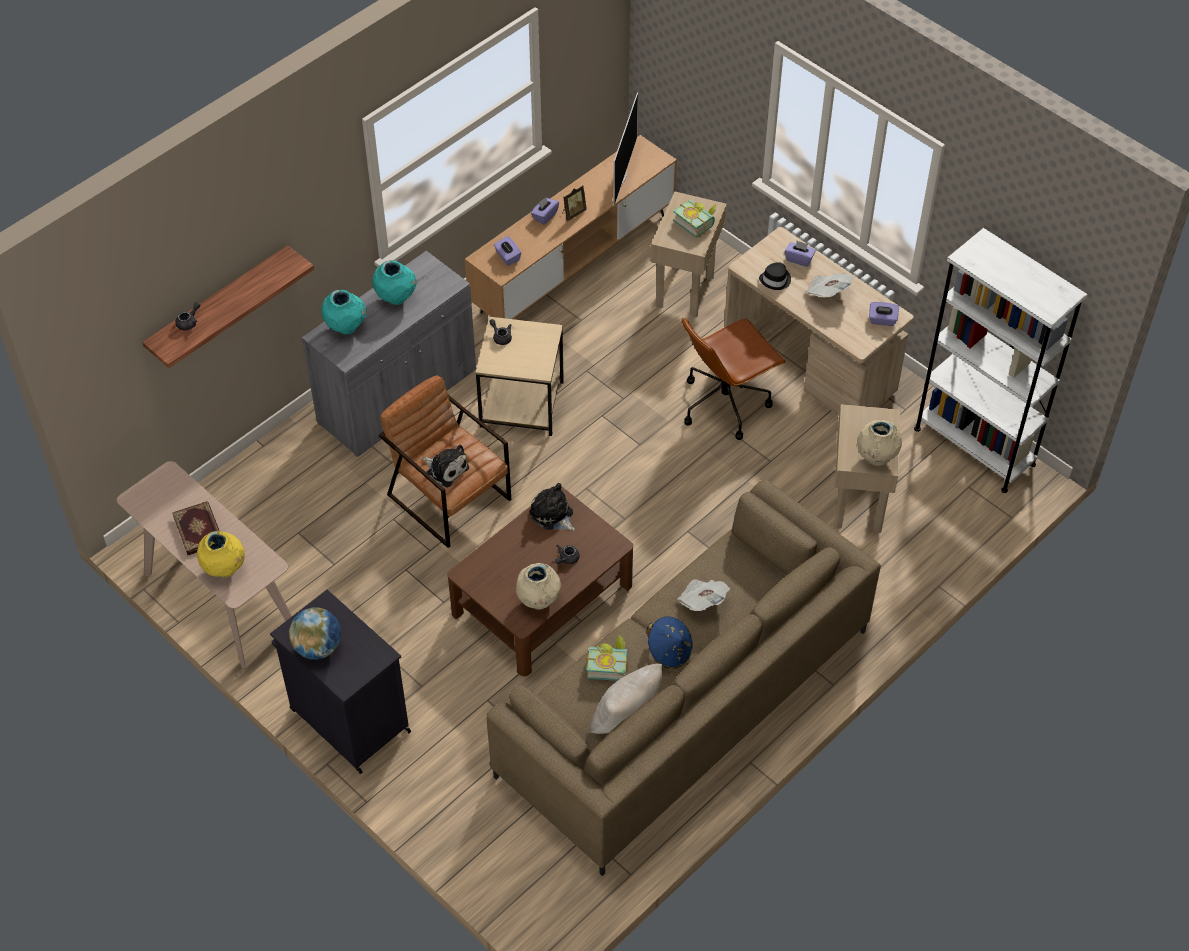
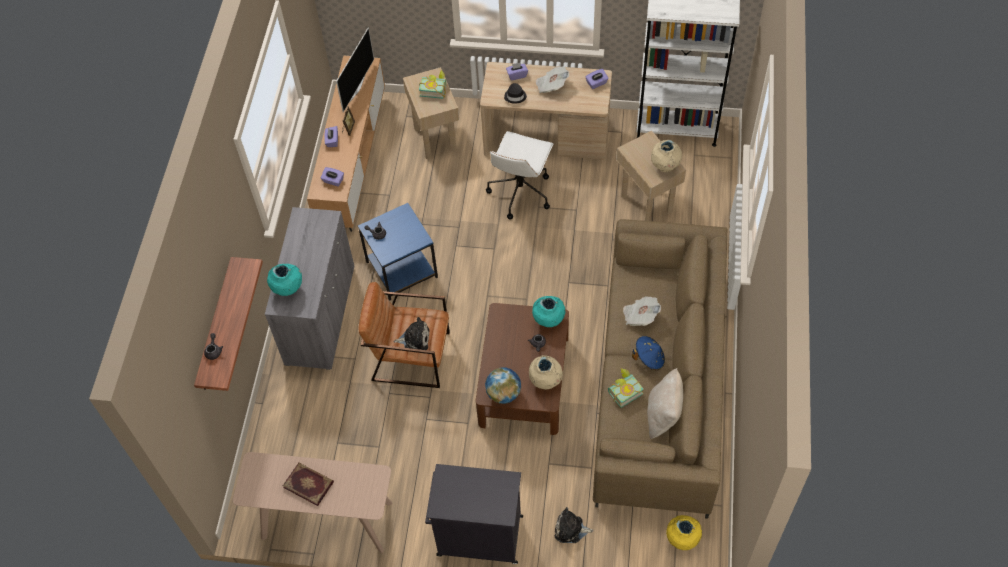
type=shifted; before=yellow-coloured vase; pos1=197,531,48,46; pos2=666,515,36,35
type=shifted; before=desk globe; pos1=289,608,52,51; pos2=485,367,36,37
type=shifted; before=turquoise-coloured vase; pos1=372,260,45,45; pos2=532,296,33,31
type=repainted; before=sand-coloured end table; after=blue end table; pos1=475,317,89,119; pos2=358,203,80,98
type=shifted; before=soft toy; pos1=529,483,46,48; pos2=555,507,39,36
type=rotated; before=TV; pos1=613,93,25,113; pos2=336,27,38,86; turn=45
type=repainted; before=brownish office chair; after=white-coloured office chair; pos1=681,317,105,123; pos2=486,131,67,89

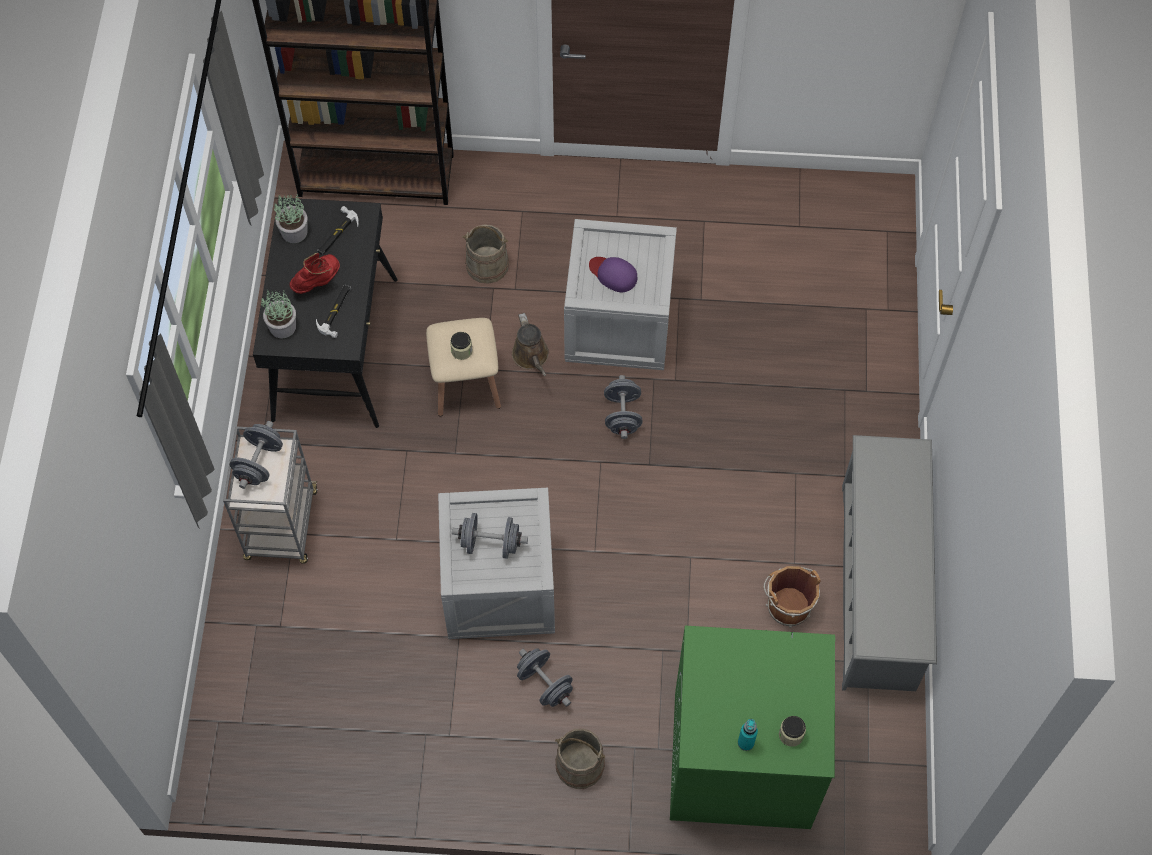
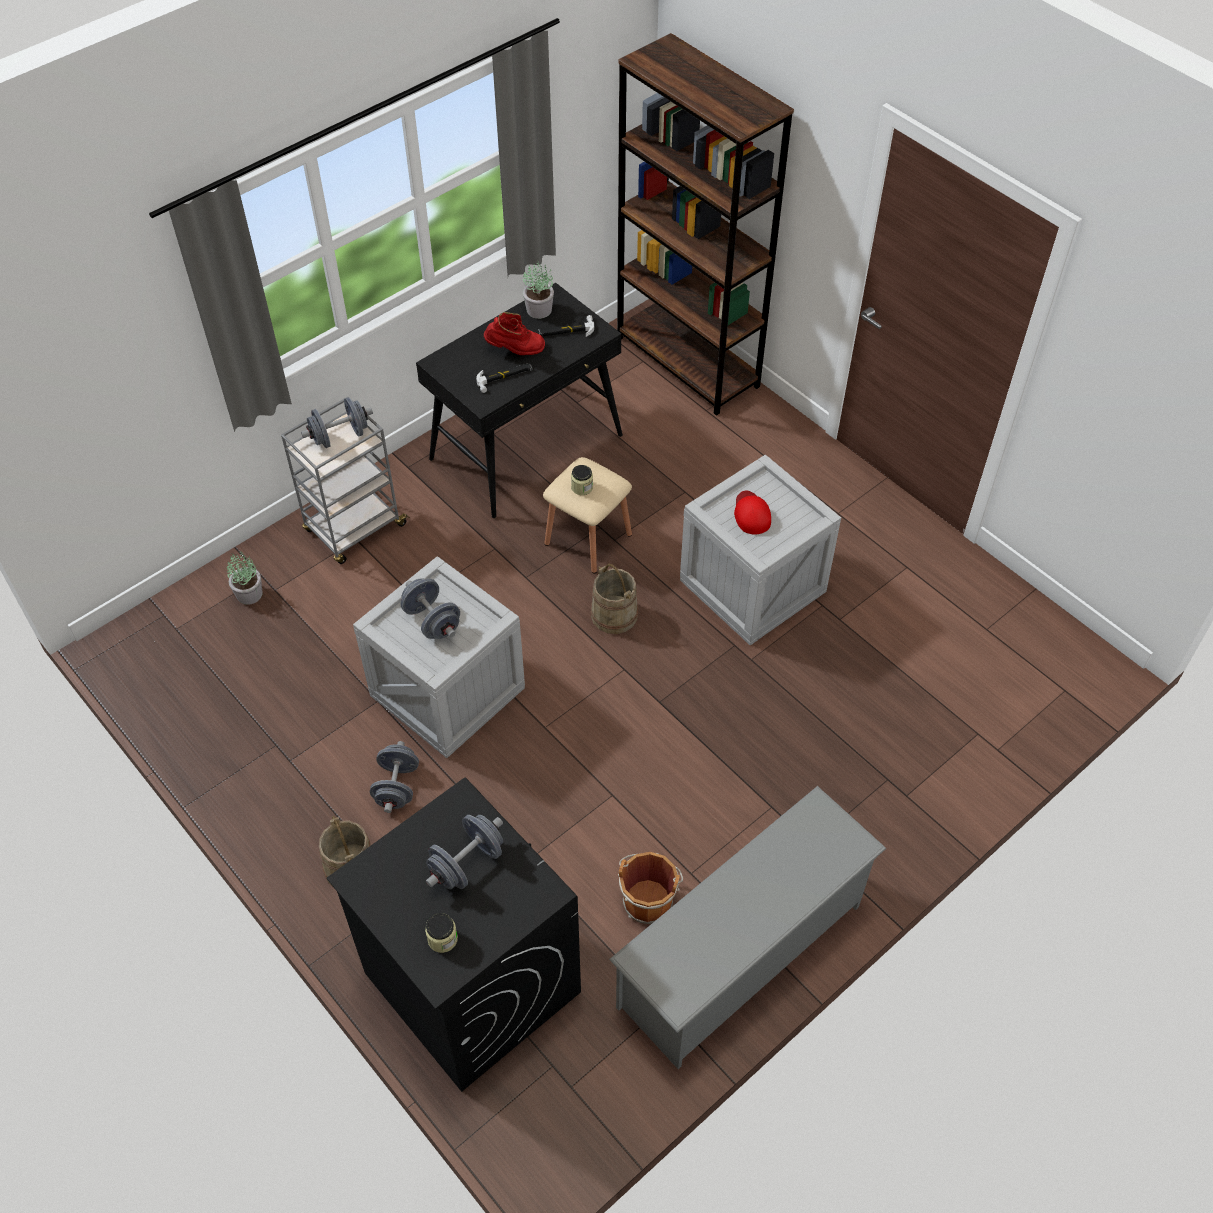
type=shifted; before=houseplant; pos1=261,290,35,48; pos2=227,552,36,53
type=shifted; before=sand-coloured bucket; pos1=462,224,47,60; pos2=591,564,47,70
type=gone; before=brownish watering pot; pos1=512,313,37,63
type=repainted; before=purplish cap; after=reddish cap; pos1=589,257,48,35; pos2=734,491,37,43
type=shifted; before=greyish dumbbell; pos1=604,375,38,64; pos2=426,815,77,74
type=repainted; before=green laundry machine; after=black laundry machine; pos1=670,626,165,203; pos2=327,777,254,315
type=gone; before=turquoise-coloured drink bottle; pos1=738,719,20,32

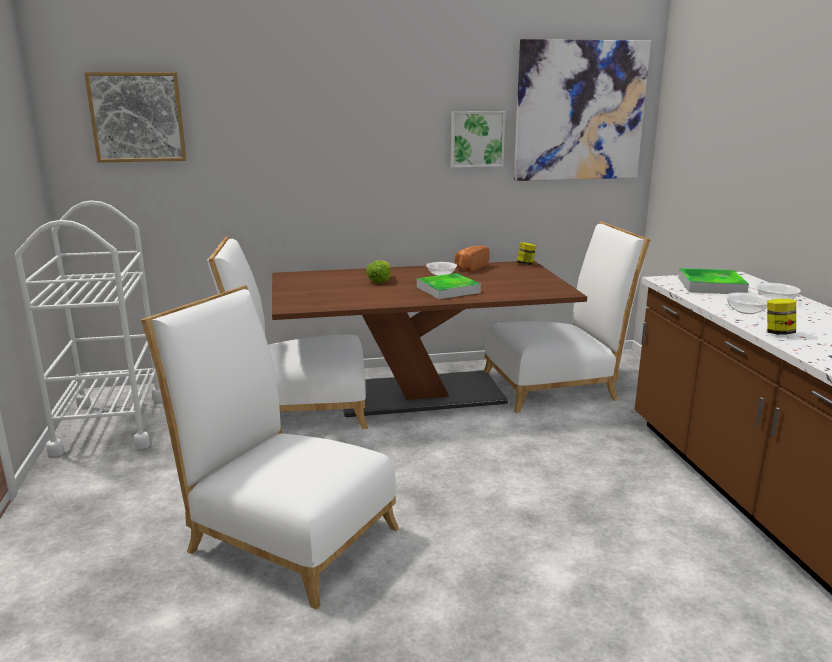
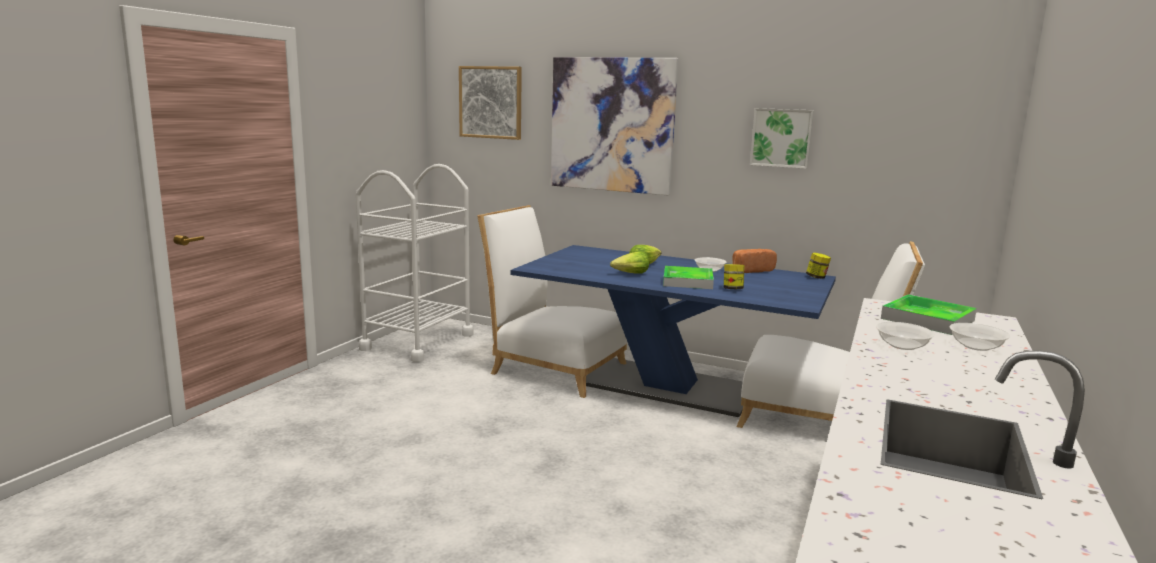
type=gone; before=white-coloured chair; pos1=141,285,258,325
type=repainted; before=brownish dining table; after=blue dining table; pos1=272,260,315,157; pos2=510,245,326,172
type=shifted; before=picture; pos1=514,39,137,142; pos2=551,57,127,138
type=shifted; before=jar; pos1=767,299,29,36; pos2=724,264,21,25
type=new; after=lettuce head; pos2=610,251,39,23

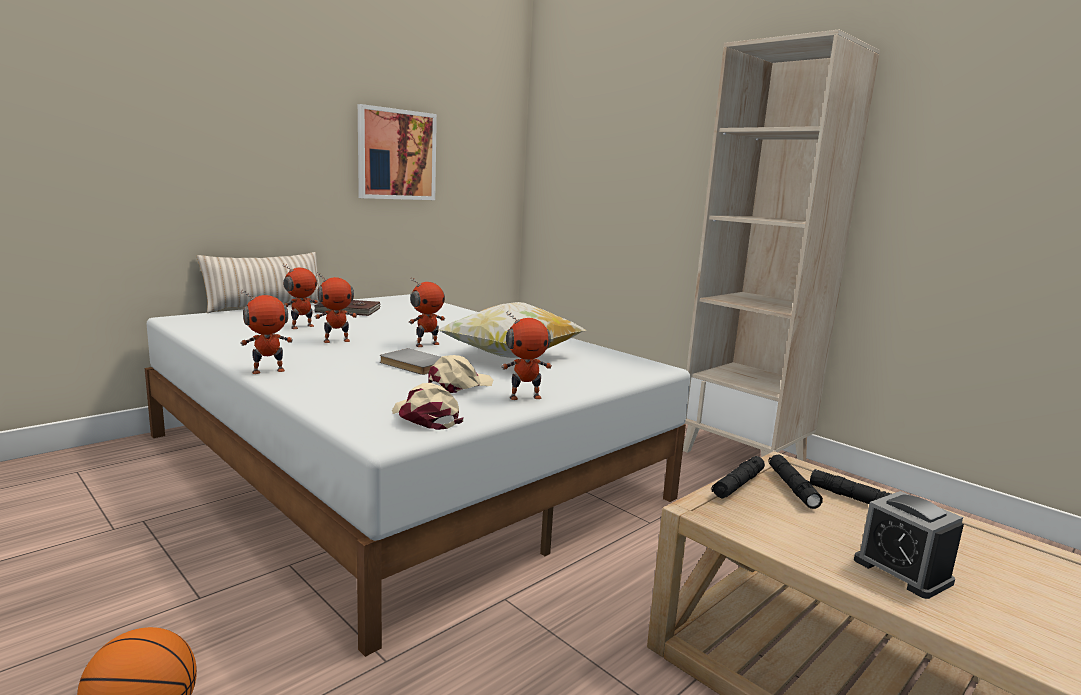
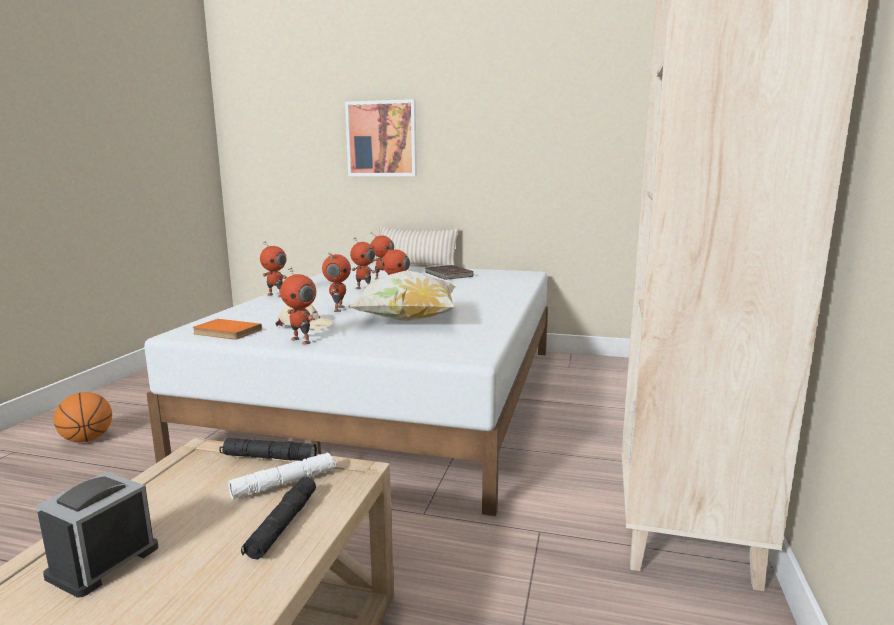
type=shifted; before=picture; pos1=358,104,79,96; pos2=345,99,72,77
type=swapped; before=greyish bound book; after=model robot; pos1=380,348,61,27; pos2=322,252,29,60
type=swapped; before=sand-coloured cap; after=orange bound book; pos1=392,383,72,47; pos2=192,319,70,21
type=repainted; before=black hand torch; after=white-coloured hand torch; pos1=768,455,55,54; pos2=228,452,109,47

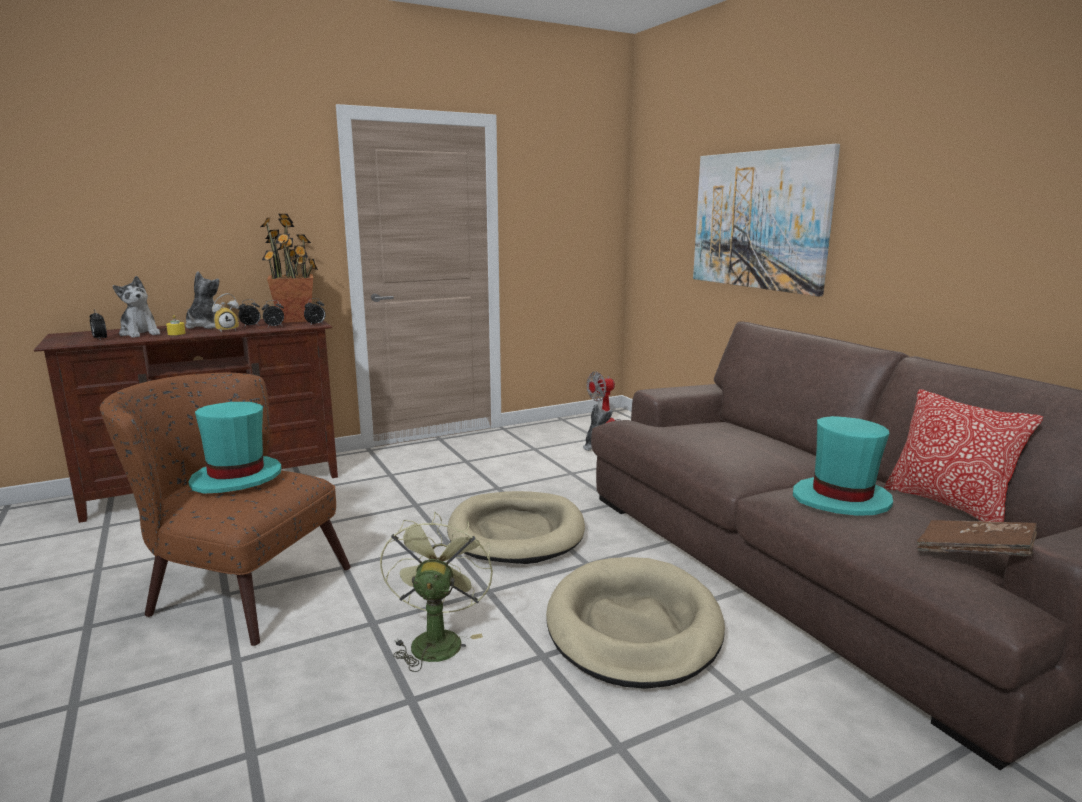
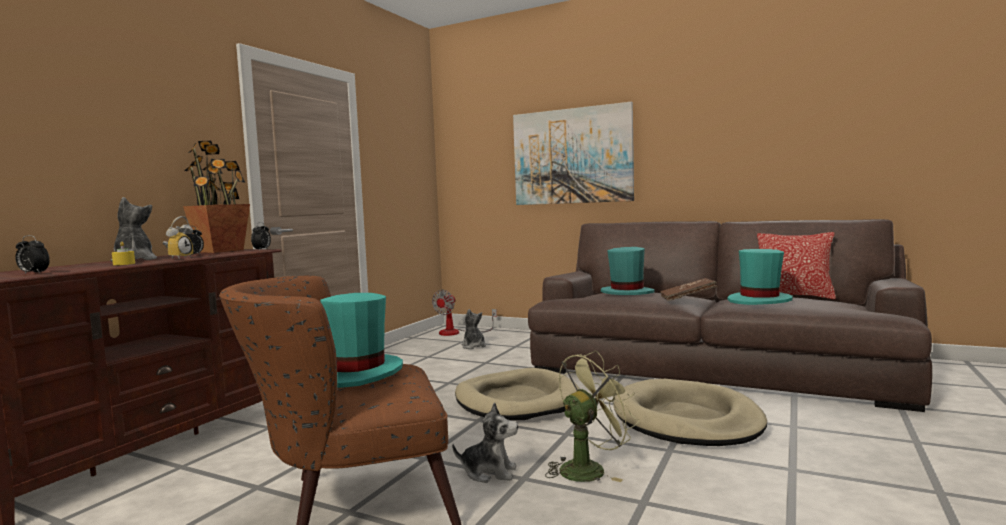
type=shifted; before=soft toy; pos1=113,276,47,62; pos2=452,402,66,81
type=gone; before=bedside clock; pos1=262,300,22,27
type=rotated; before=green fan; pos1=380,512,113,160; pos2=545,351,94,131; turn=90
type=shifted; before=brownish bound book; pos1=917,520,120,36; pos2=660,278,57,23
type=new; after=turquoise-coloured hat; pos2=601,247,54,48

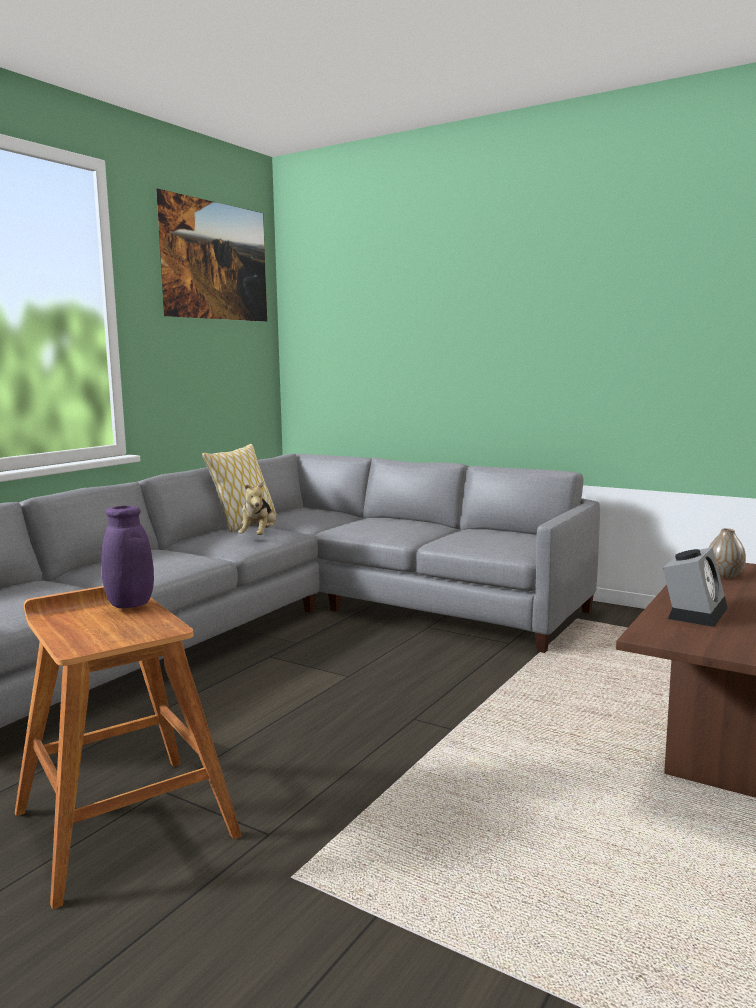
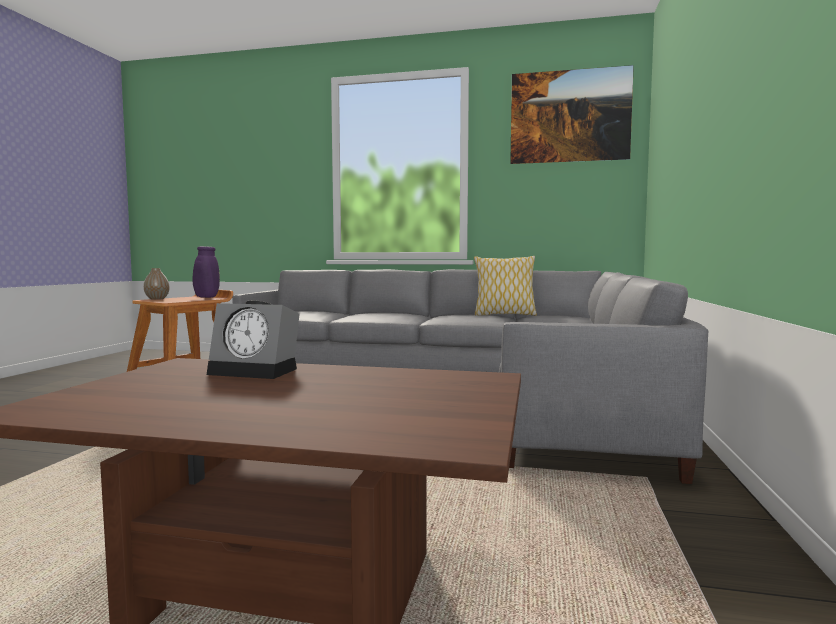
type=gone; before=soft toy; pos1=238,481,38,54
type=shifted; before=vase; pos1=709,528,37,50; pos2=144,268,25,32

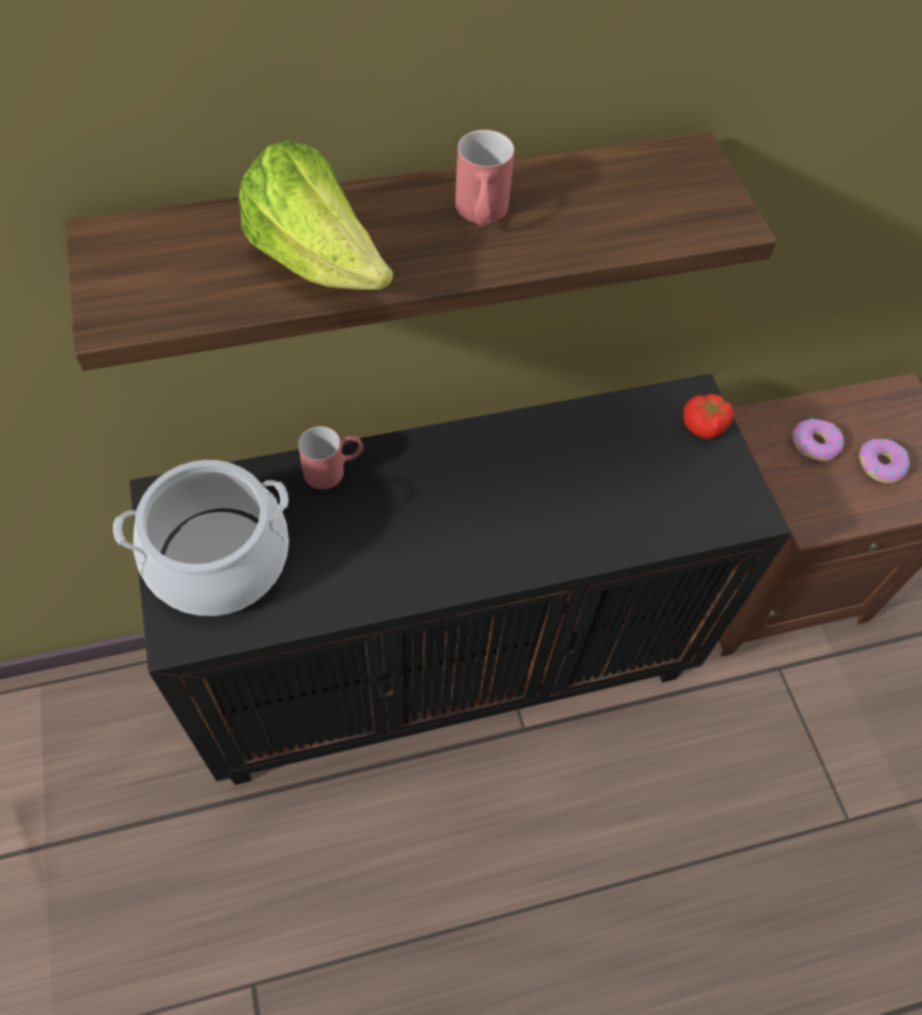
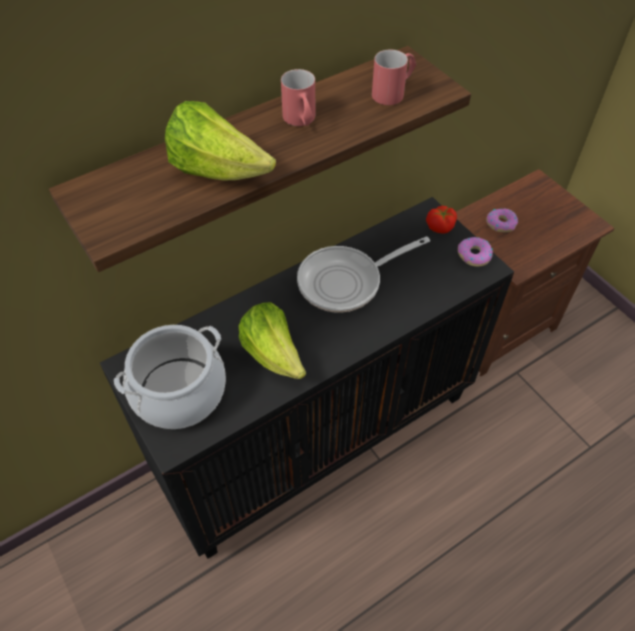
type=shifted; before=reddish tea mug; pos1=298,426,65,63; pos2=372,50,44,55
type=shifted; before=ring doughnut; pos1=859,439,51,44; pos2=458,237,35,30
type=new; after=lettuce head; pos2=238,302,68,77
type=new; after=frying pan; pos2=297,236,133,77

